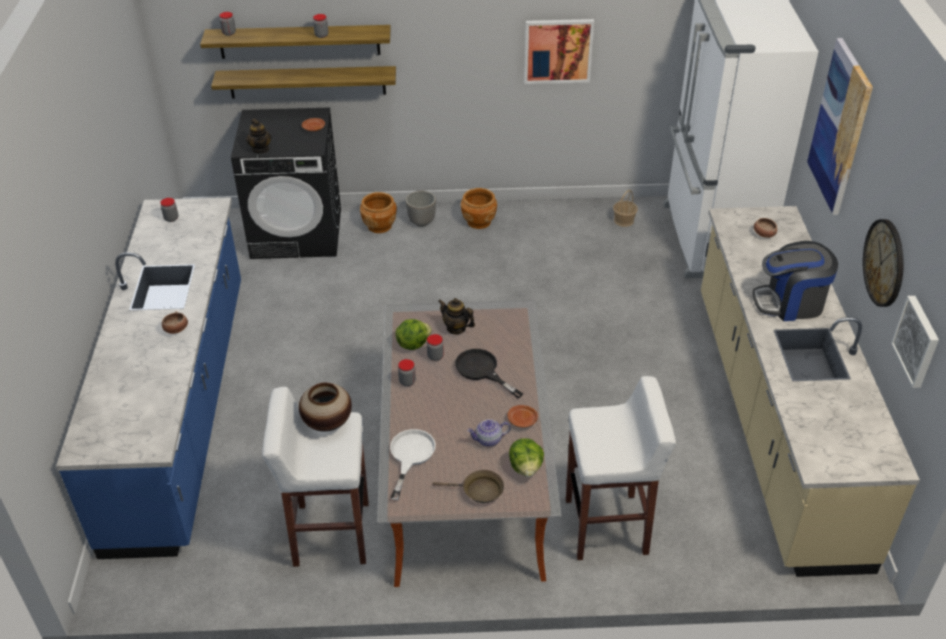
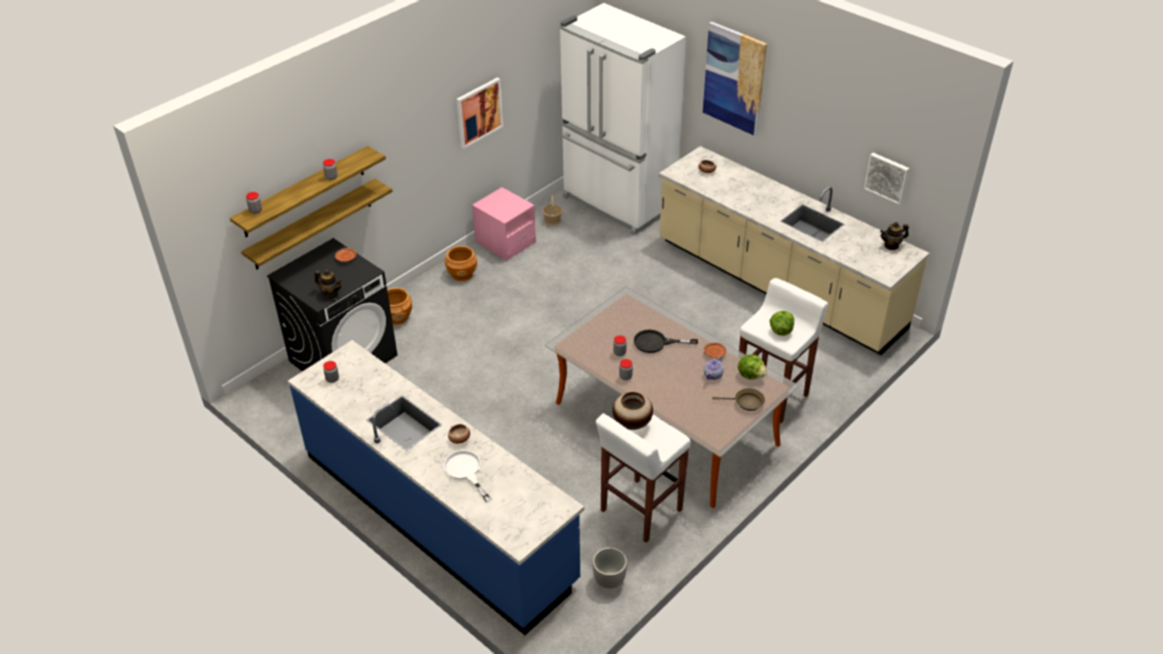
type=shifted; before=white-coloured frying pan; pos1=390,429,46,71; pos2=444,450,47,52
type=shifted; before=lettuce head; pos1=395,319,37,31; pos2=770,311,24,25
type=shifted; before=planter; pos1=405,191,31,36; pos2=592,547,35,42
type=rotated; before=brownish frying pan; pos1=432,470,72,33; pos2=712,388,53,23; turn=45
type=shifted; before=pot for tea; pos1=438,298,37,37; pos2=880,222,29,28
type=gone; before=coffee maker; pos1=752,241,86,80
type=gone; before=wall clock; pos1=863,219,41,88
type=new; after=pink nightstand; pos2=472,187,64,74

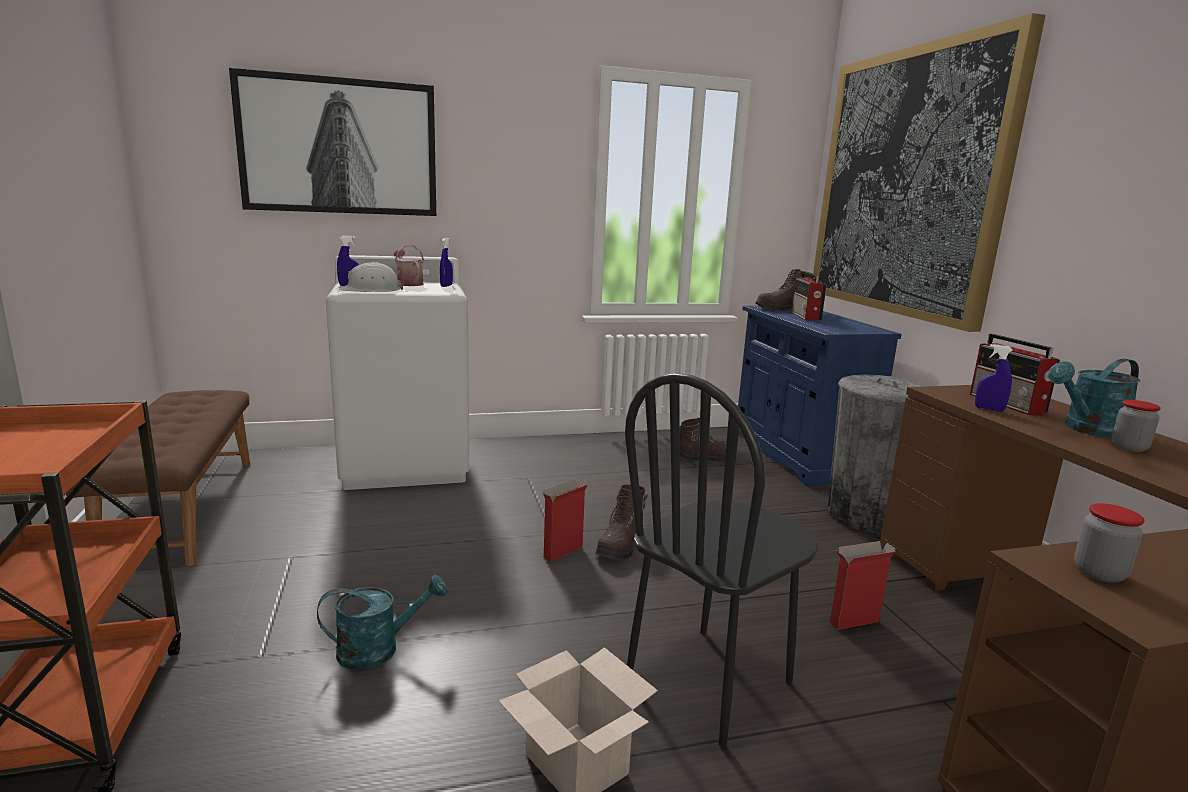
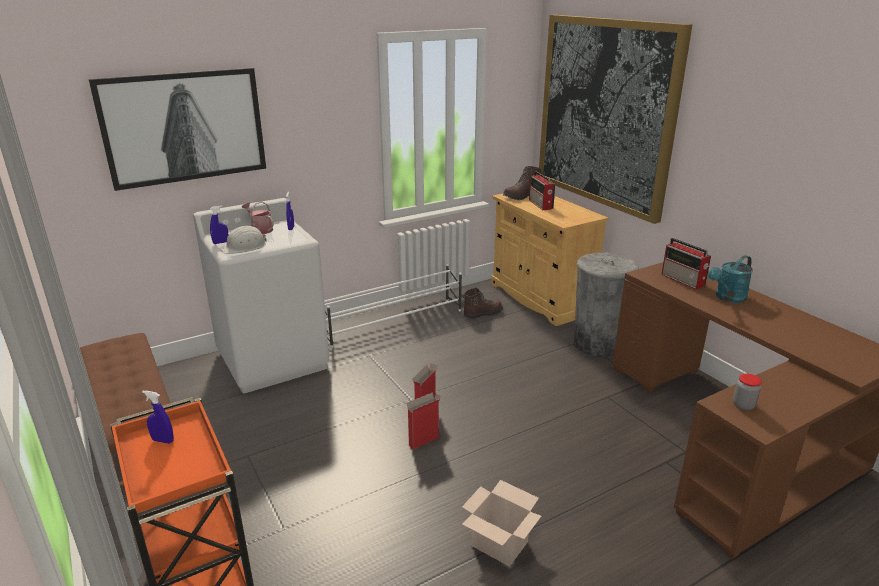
type=gone; before=turquoise-coloured watering pot; pos1=317,575,130,95
type=gone; before=brownish high-top boot; pos1=595,485,53,76
type=gone; before=black chair; pos1=625,373,193,375
type=repainted; before=blue cupboard; after=sand-coloured cupboard; pos1=738,306,164,180; pos2=491,194,118,132
type=shifted; before=packing box; pos1=829,541,67,89; pos2=406,392,35,57
type=shifted; before=blue spray bottle; pos1=975,344,38,68; pos2=142,391,32,53
type=gone; before=jar; pos1=1112,400,49,52
type=new; after=white-coloured shoe rack; pos2=324,264,138,84

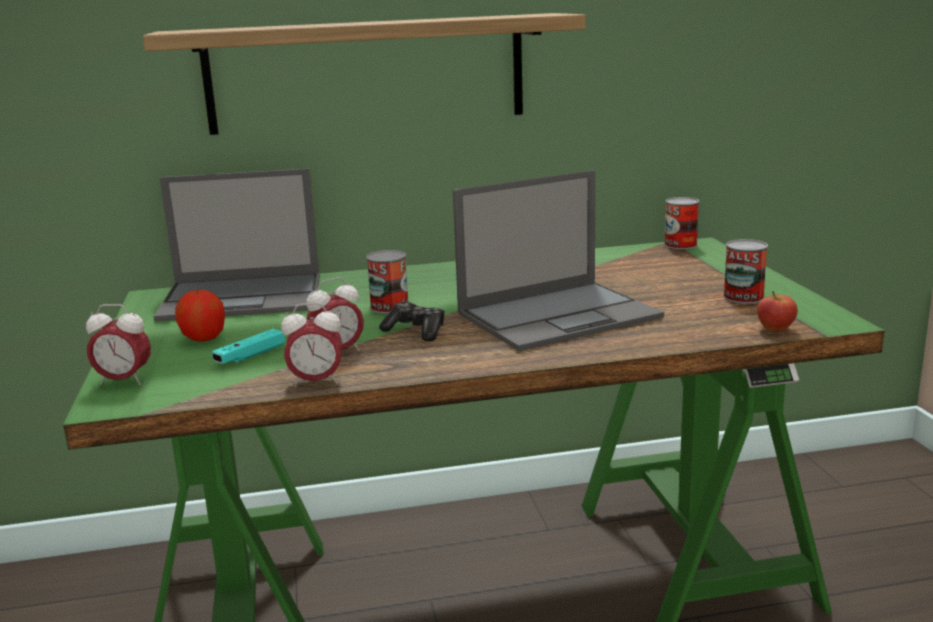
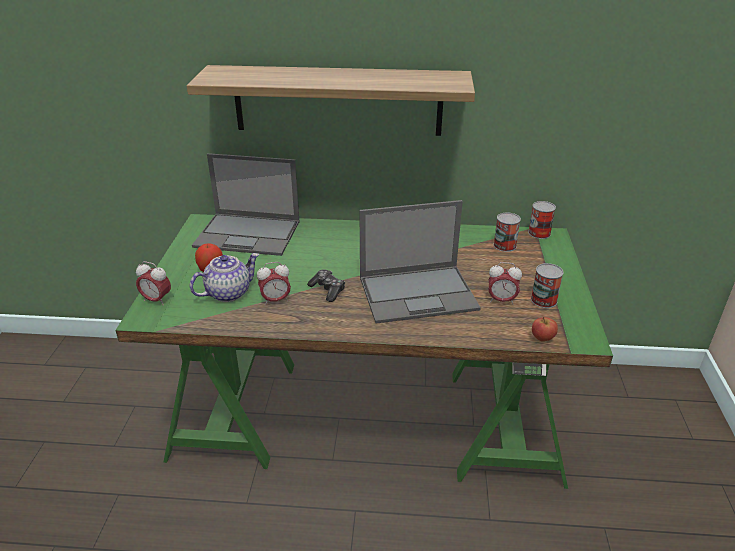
type=swapped; before=turquoise-coloured game controller; after=pot for tea; pos1=212,329,73,35; pos2=190,253,69,49
type=shifted; before=bedside clock; pos1=281,303,61,84; pos2=488,262,34,43
type=shifted; before=sealed can; pos1=366,250,42,63; pos2=493,212,28,40

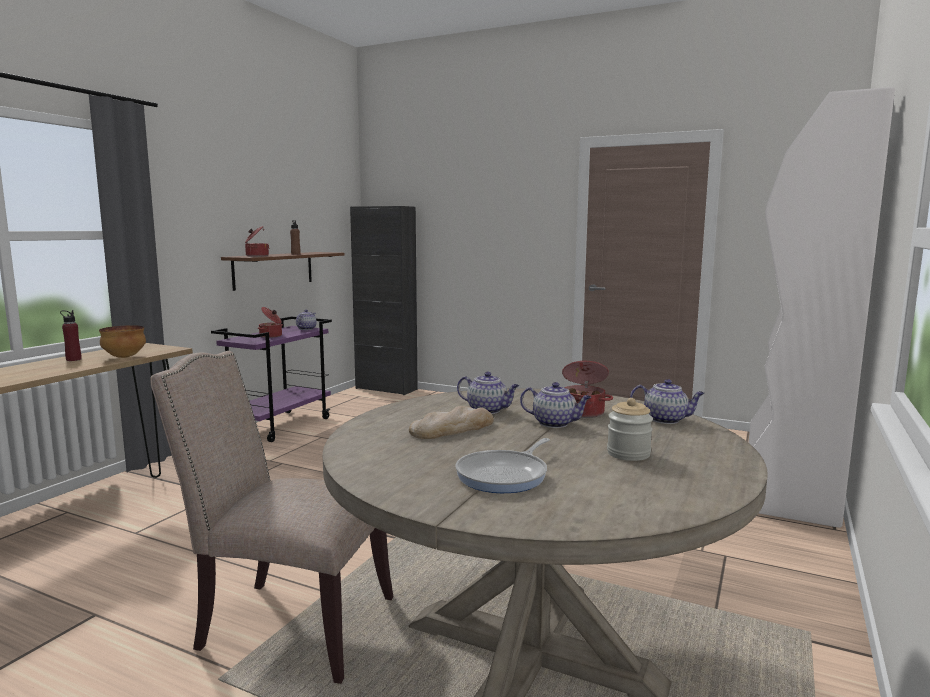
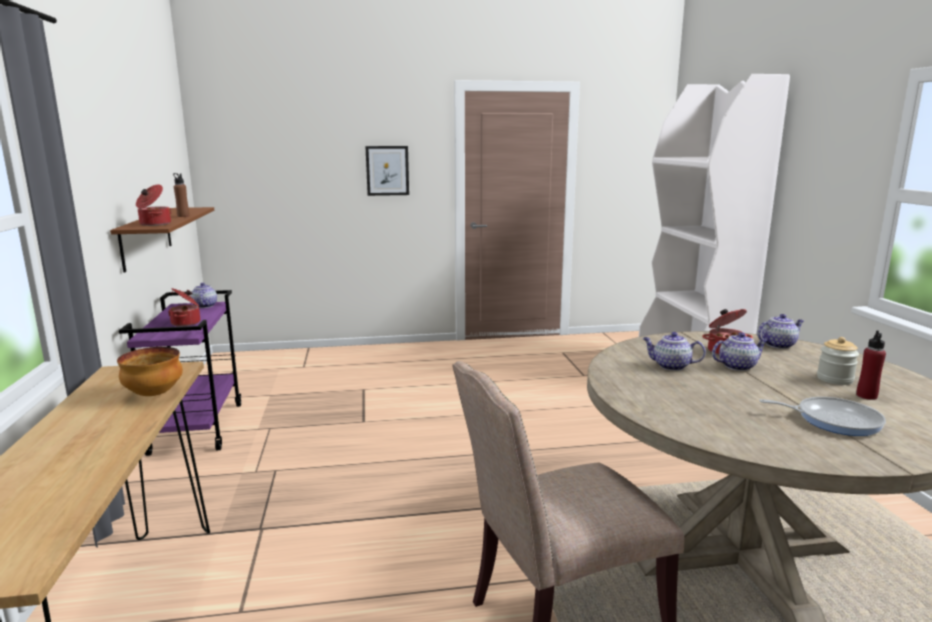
type=shifted; before=reddish drink bottle; pos1=60,310,22,51; pos2=856,330,30,70
type=gone; before=black cupboard; pos1=350,206,68,189
type=gone; before=baked bread; pos1=409,406,85,33
type=rotated; before=frying pan; pos1=455,438,95,55; pos2=759,397,127,39; turn=-75
type=rotated; before=pot for tea; pos1=457,372,62,42; pos2=643,332,63,39; turn=-150
type=new; after=picture; pos2=365,146,44,50

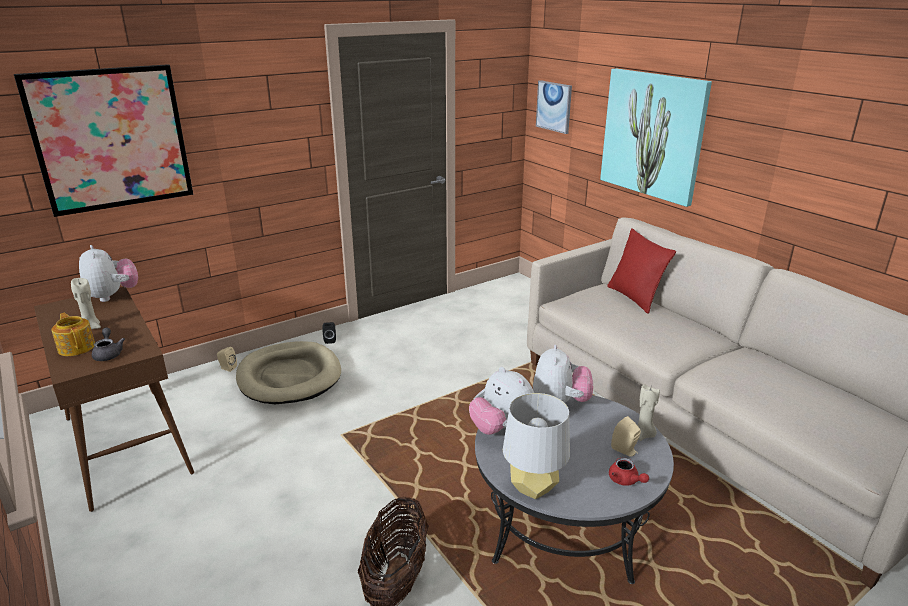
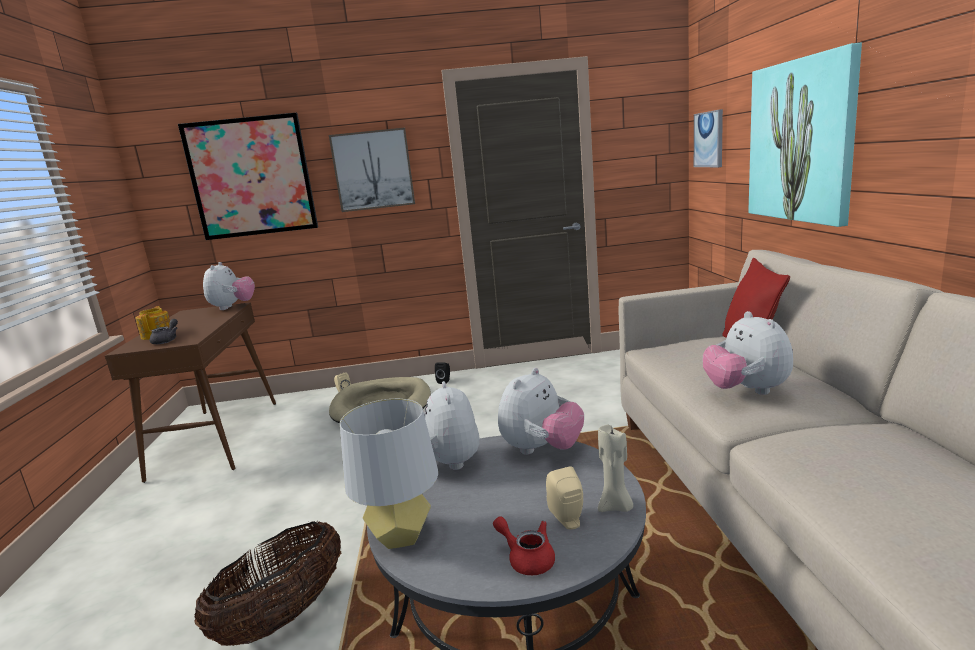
type=gone; before=sand-coloured candle; pos1=71,278,30,51
type=rotated; before=reddish pot for tea; pos1=609,458,40,28; pos2=493,517,62,58; turn=135
type=new; after=picture; pos2=329,128,86,84
type=new; after=soft toy; pos2=702,311,91,84

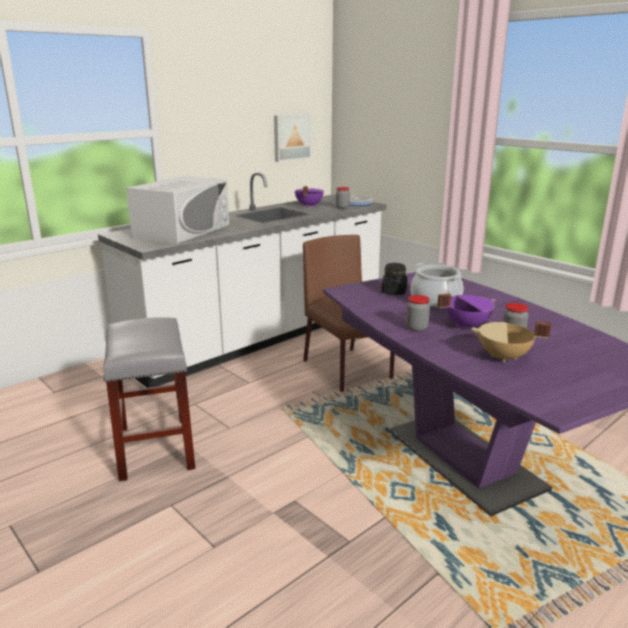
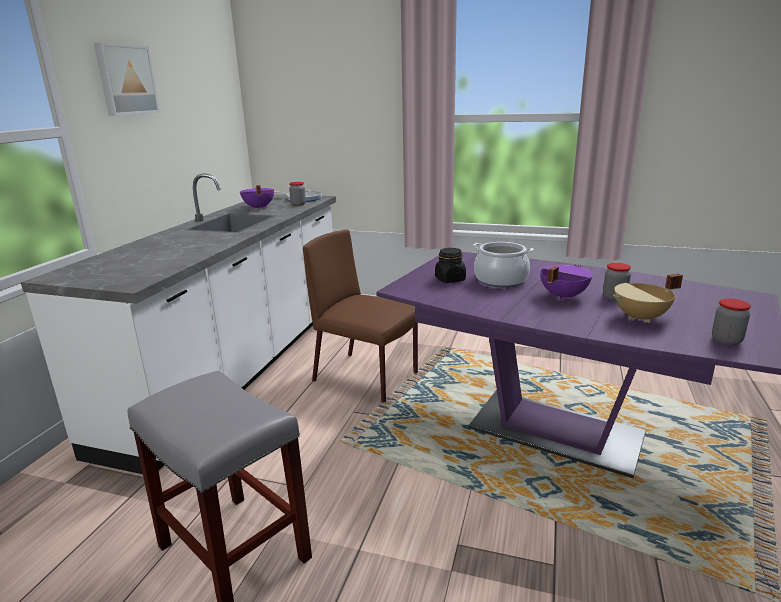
type=gone; before=white-coloured kitchen microwave; pos1=126,176,103,68
type=shifted; before=picture; pos1=274,114,37,48; pos2=94,42,66,74
type=shifted; before=jar; pos1=406,295,24,37; pos2=712,299,39,46

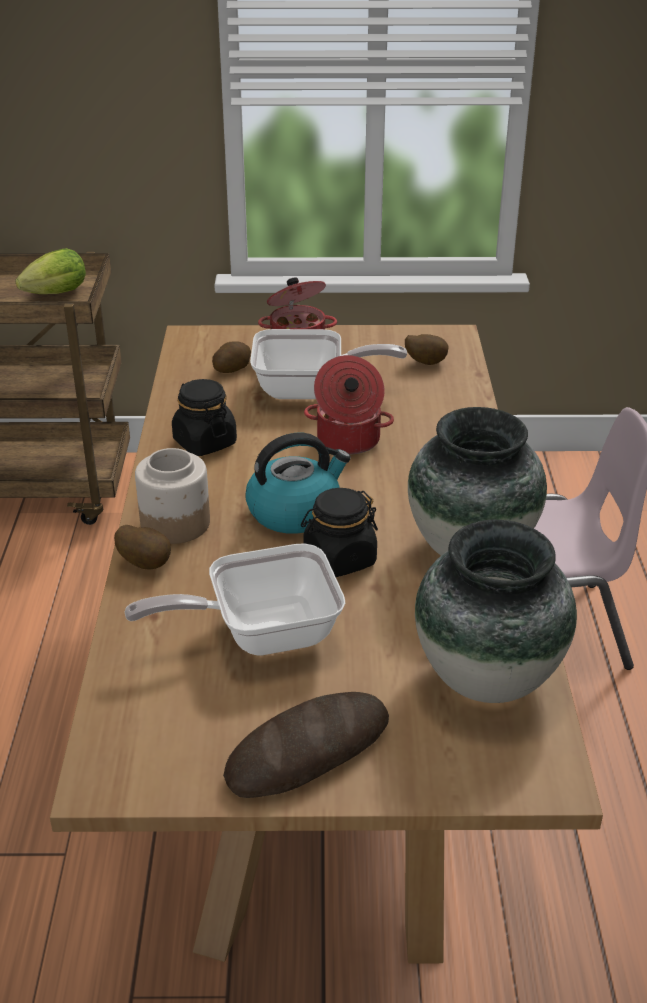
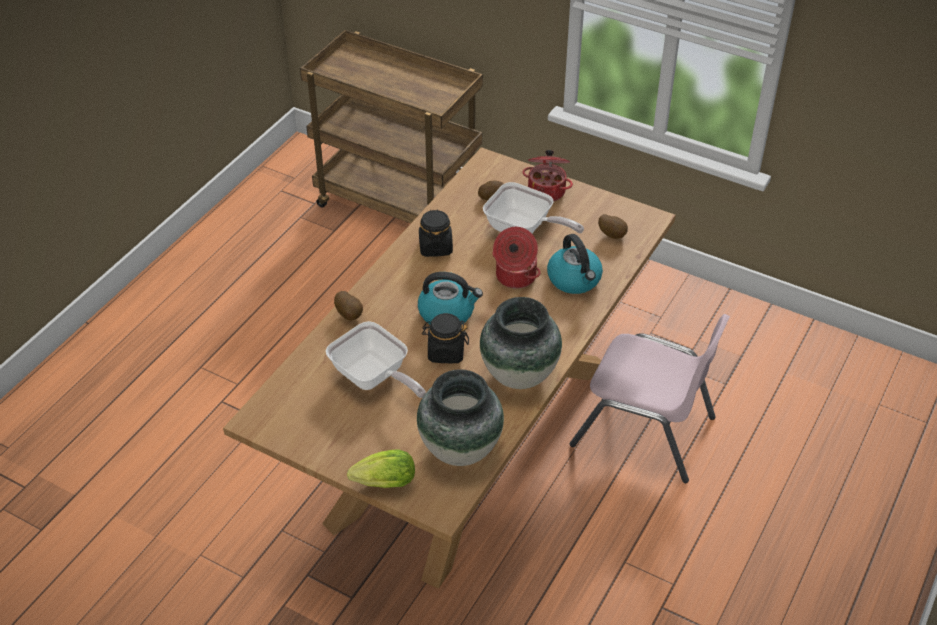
type=shifted; before=lettuce head; pos1=15,248,71,46; pos2=347,450,68,38
type=rotated; before=frying pan; pos1=125,543,220,112; pos2=326,321,100,77; turn=-150
type=gone; before=jar; pos1=135,448,75,96
type=gone; before=baked bread; pos1=223,692,166,106
type=new; after=water kettle; pos2=547,234,56,60

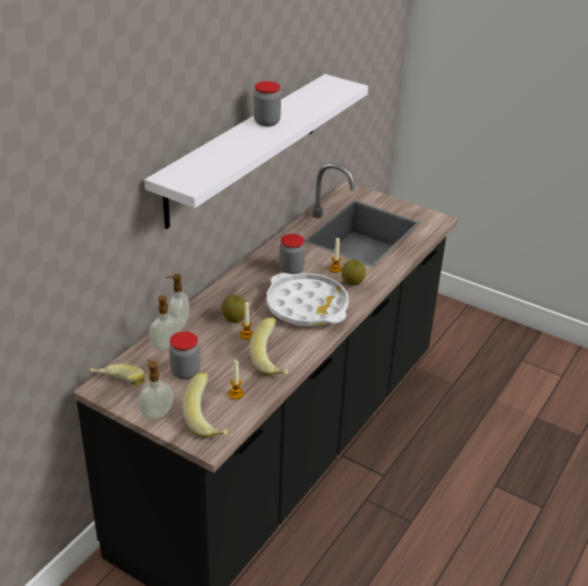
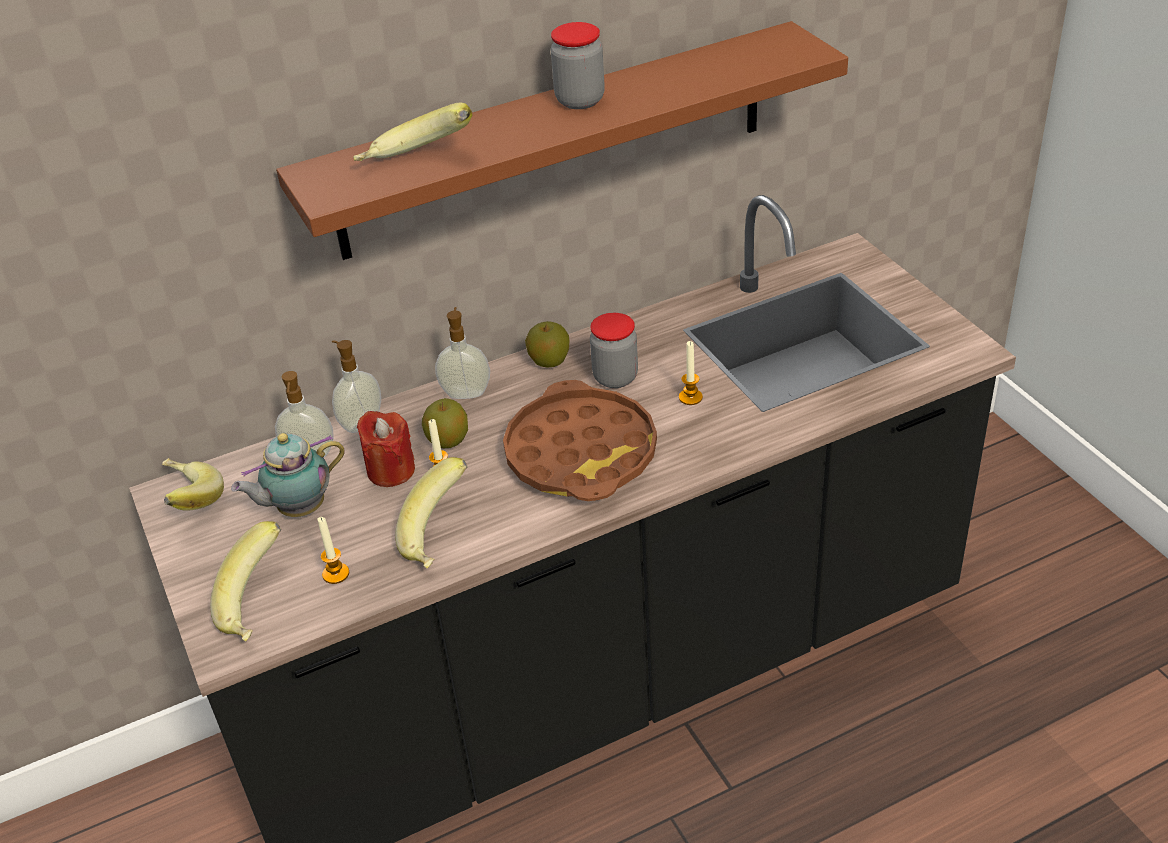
type=shifted; before=liquid soap bottle; pos1=138,359,36,61; pos2=435,307,55,92
type=repainted; before=white-coloured wall shelf; after=brownish wall shelf; pos1=144,74,224,155; pos2=276,21,572,239
type=swapped; before=jar; after=pot for tea; pos1=169,331,31,49; pos2=231,433,114,84
type=repainted; before=white-coloured tray; after=brownish tray; pos1=267,273,82,53; pos2=503,380,154,121
type=shifted; before=whole apple; pos1=341,260,25,26; pos2=525,321,44,46
type=new; after=banana; pos2=353,103,119,58
type=new; after=reddish candle; pos2=357,411,58,76

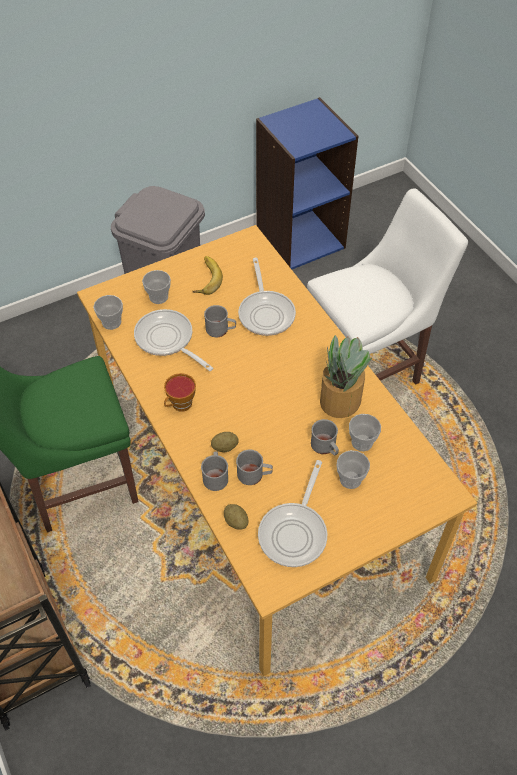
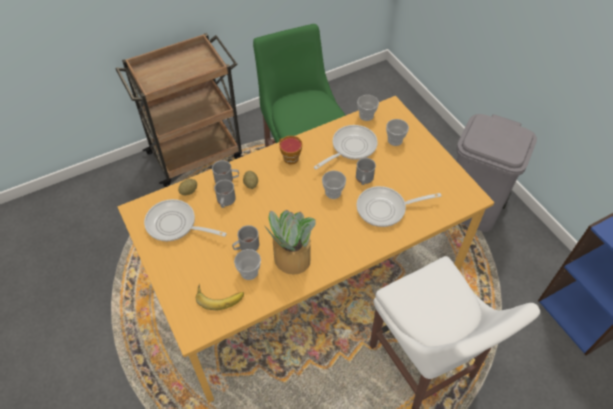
type=shifted; before=banana; pos1=193,256,30,39; pos2=196,284,48,26
type=shifted; before=small cup; pos1=337,450,33,39; pos2=322,170,24,29

